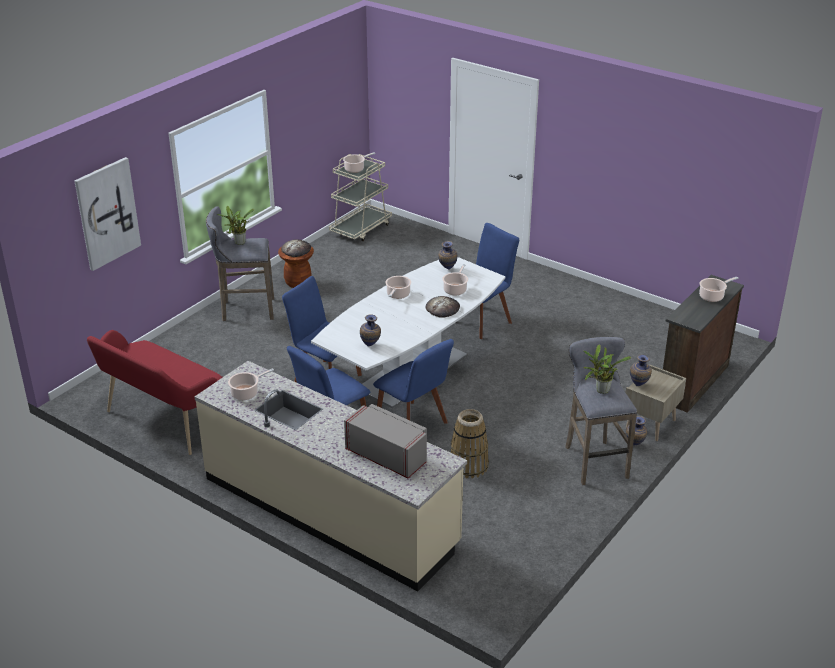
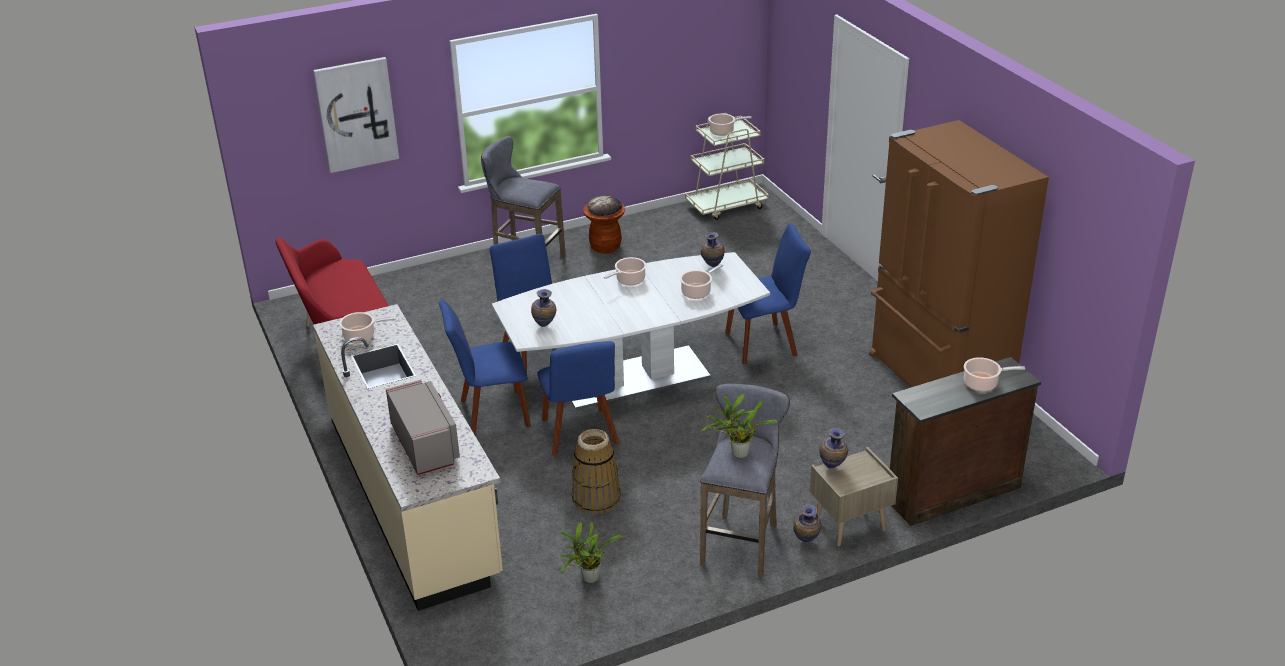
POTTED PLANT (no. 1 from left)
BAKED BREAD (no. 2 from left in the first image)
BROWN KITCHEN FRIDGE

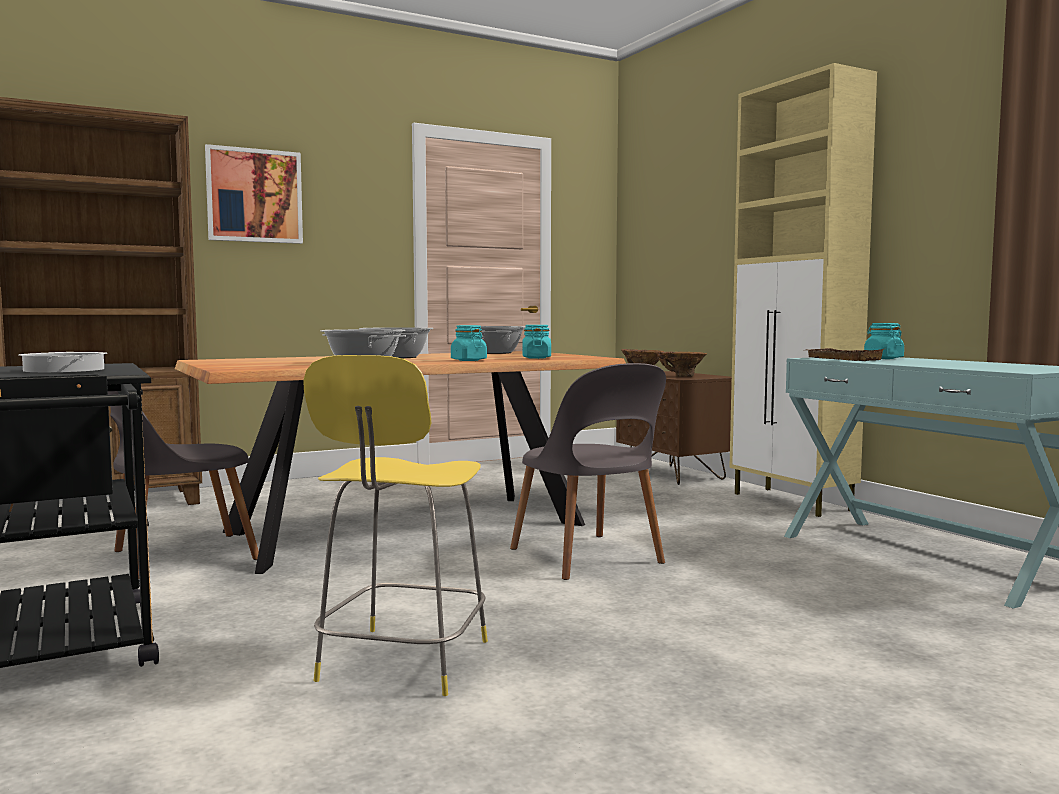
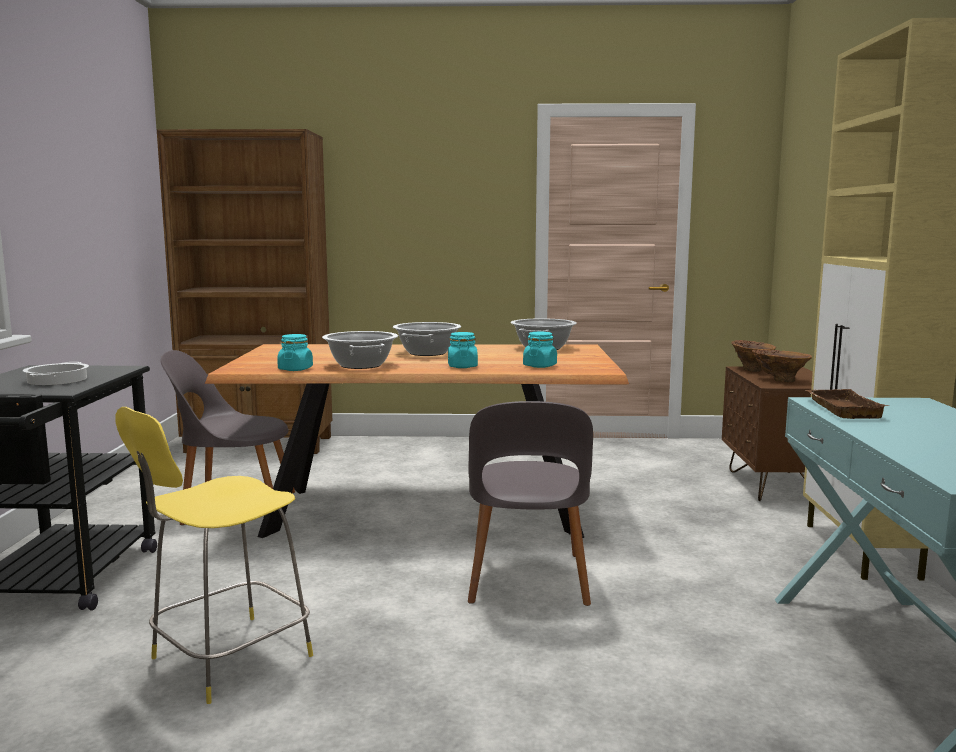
WALL ART
TURQUOISE-COLOURED PRESERVE JAR (no. 1 from left)

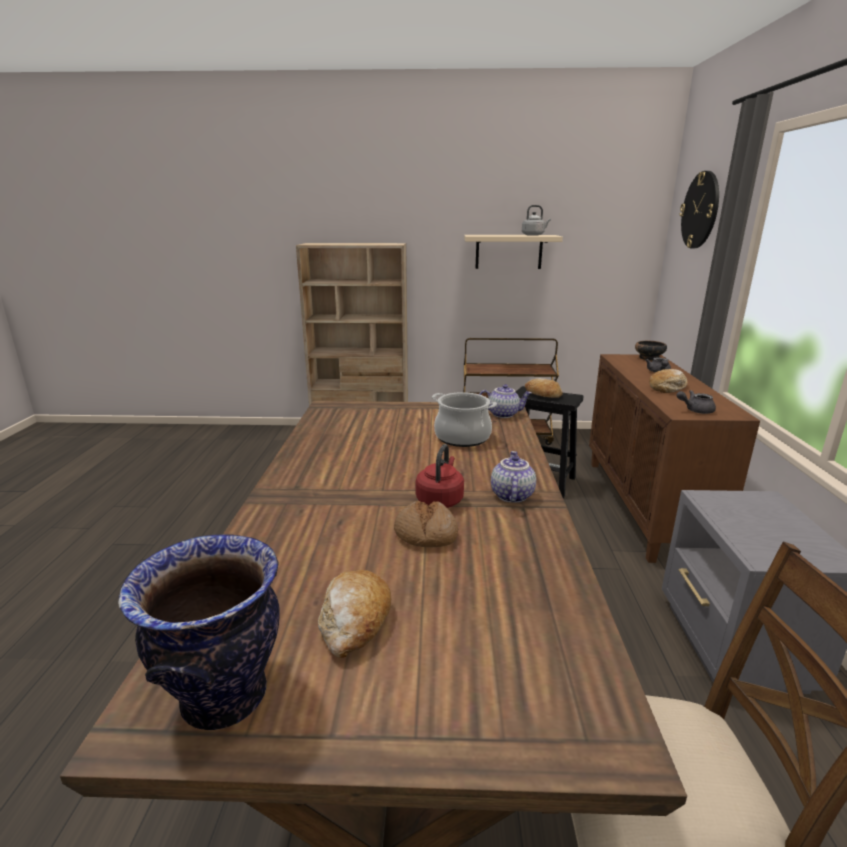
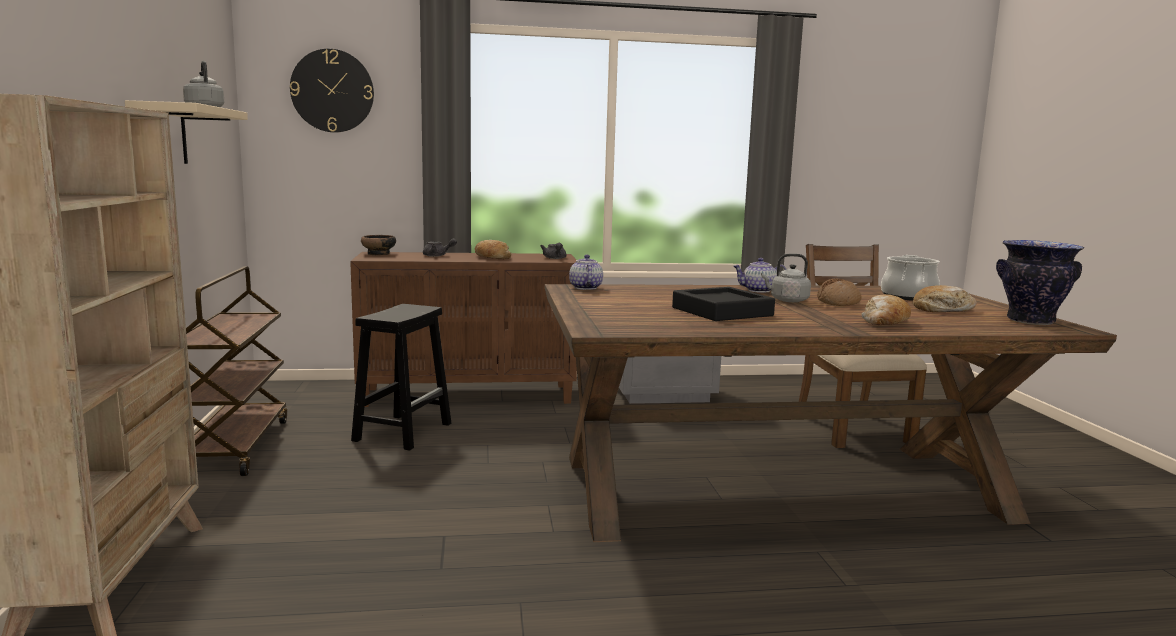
BAKED BREAD (no. 3 from left)
SAUCEPOT
GRAY KETTLE (no. 2 from left)
BLACKISH SERVING TRAY

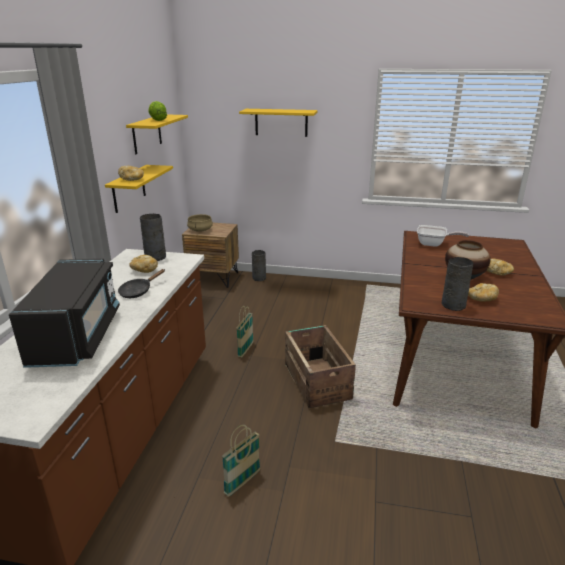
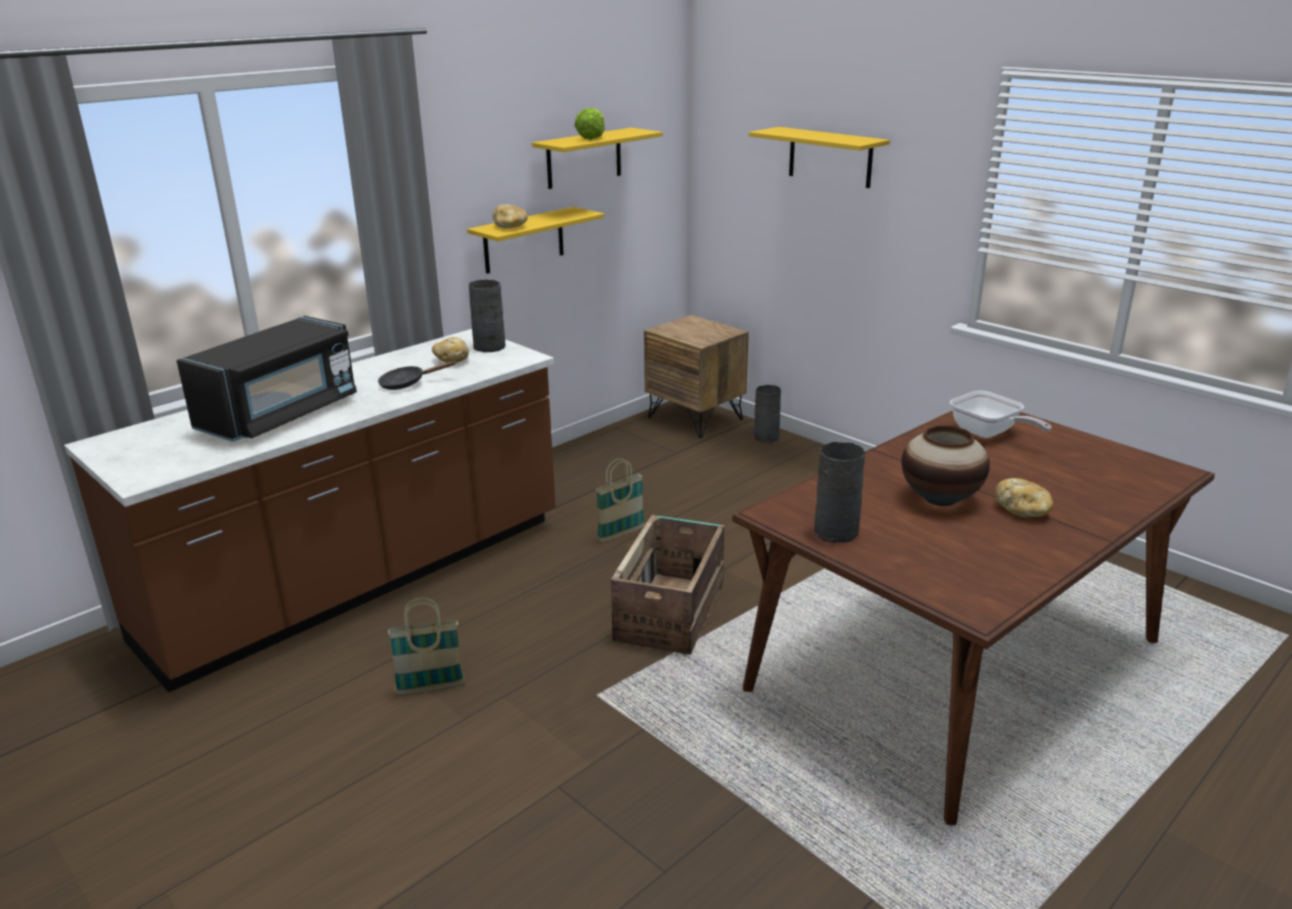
BEIGE SAUCEPOT
BAKED BREAD (no. 3 from left in the first image)

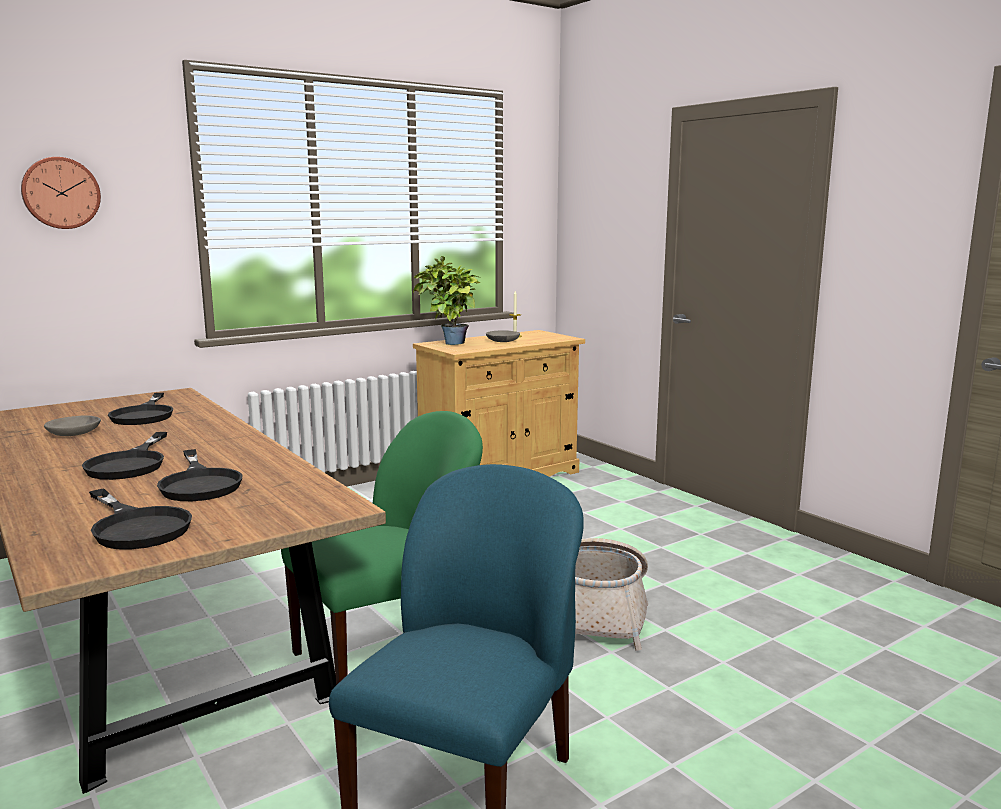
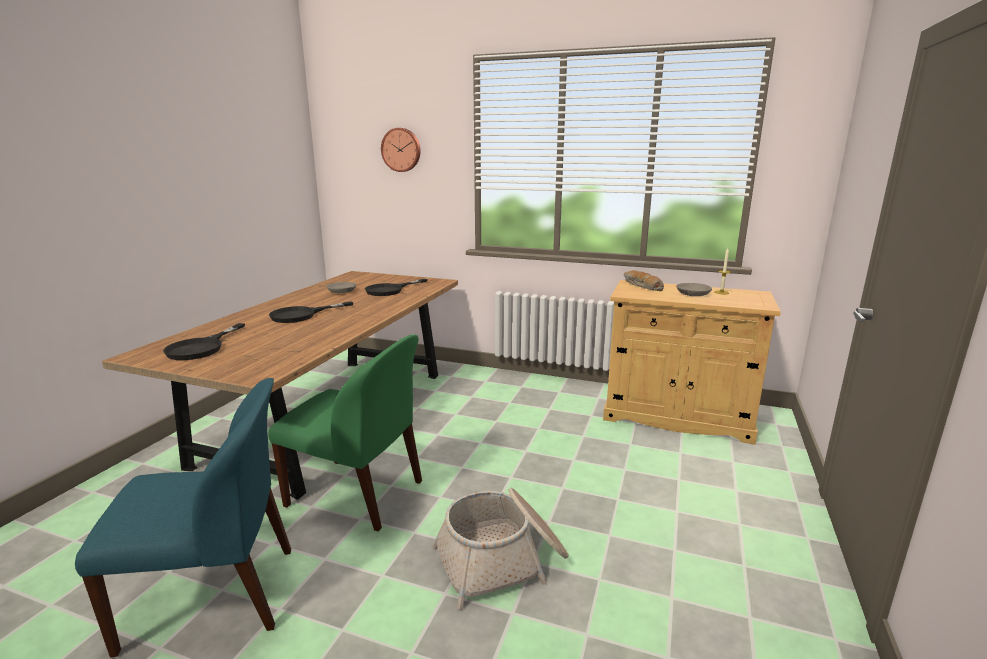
BAKED BREAD
BLACKISH FRYING PAN (no. 4 from left in the first image)

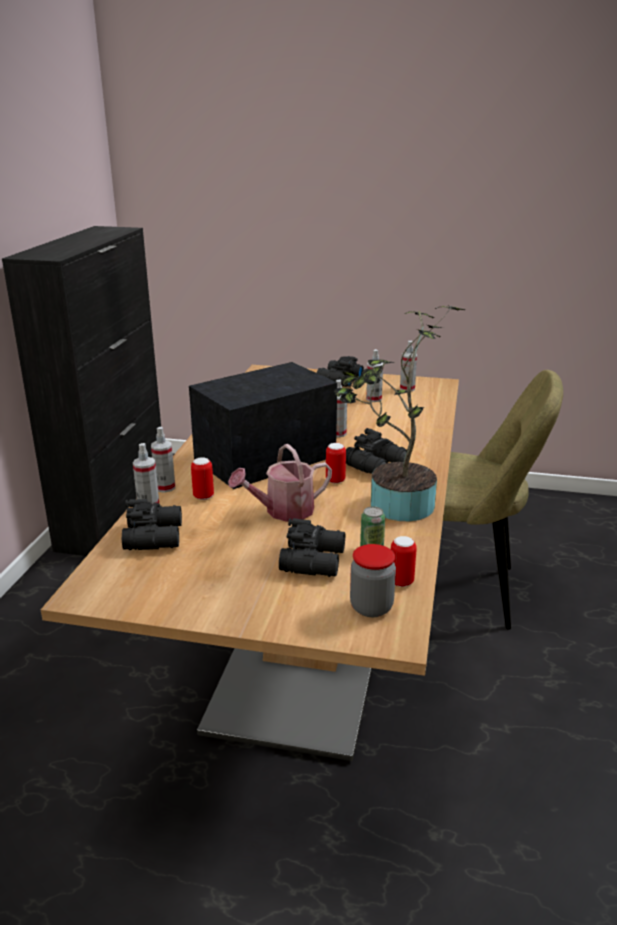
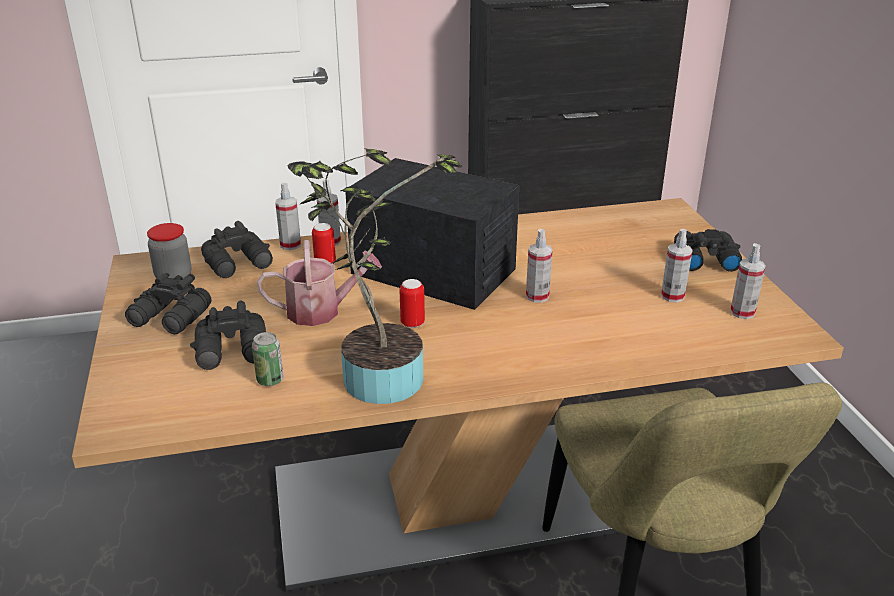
BLACKISH BINOCULARS (no. 1 from left)
SPRINKLING CAN
SEALED CAN (no. 4 from left in the first image)
PRESERVE JAR

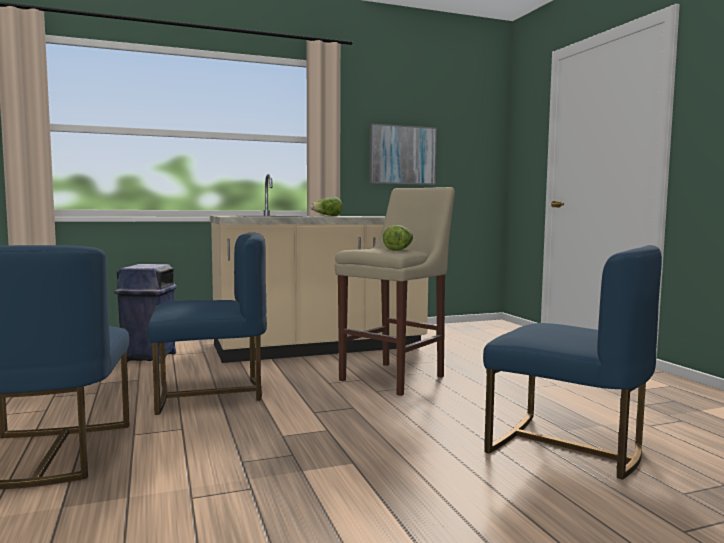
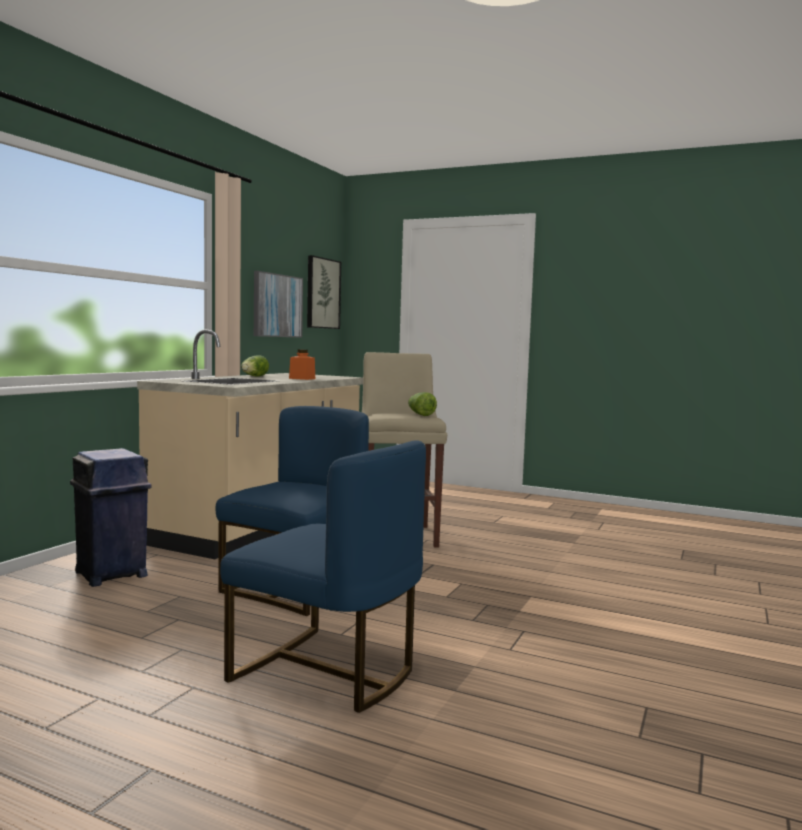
BLUE PLAIN CHAIR (no. 3 from left in the first image)
WALL ART (no. 2 from left)
ORANGEY PRESERVE JAR

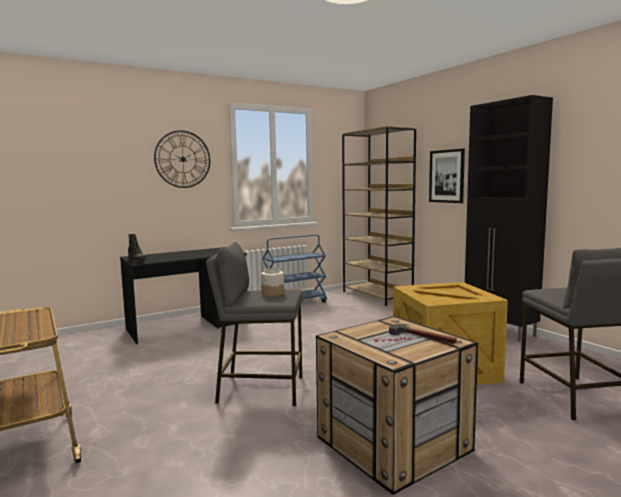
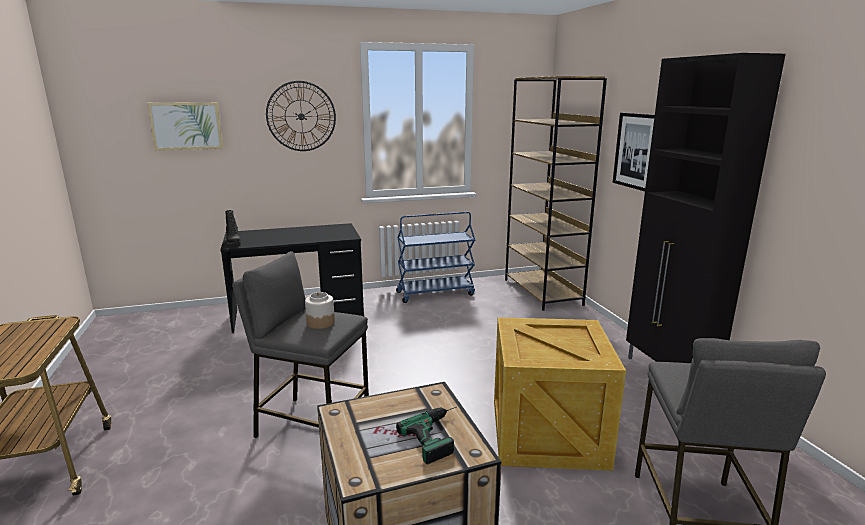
POWER DRILL
WALL ART (no. 1 from left)

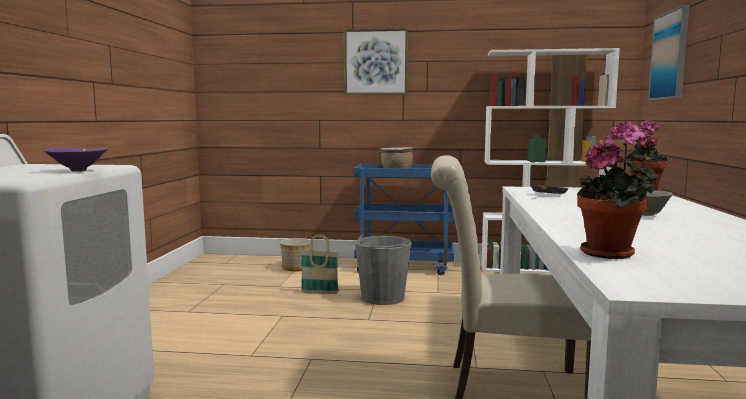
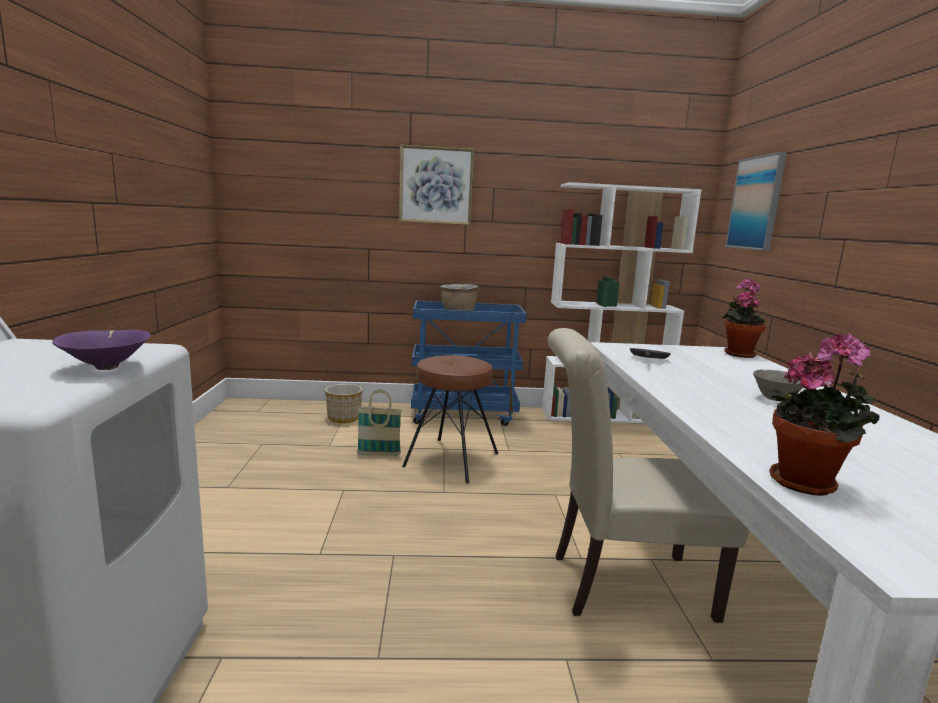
BROWN STOOL SEAT

